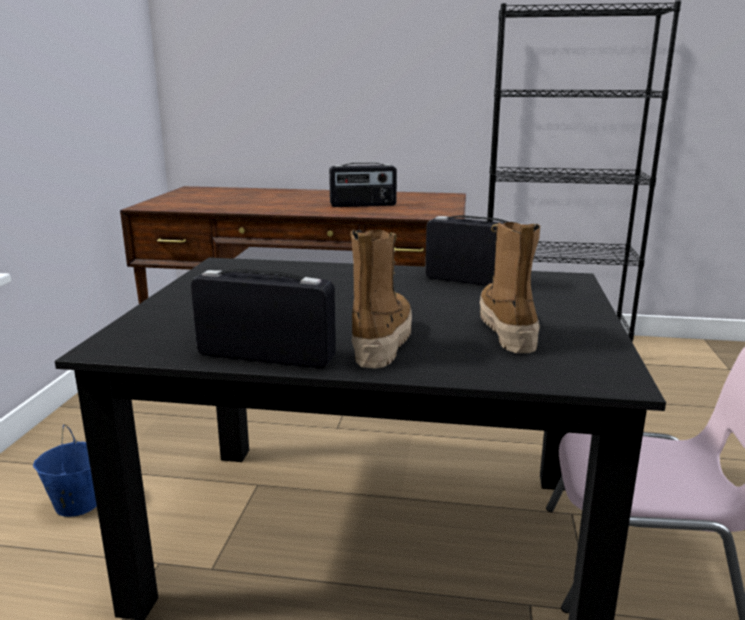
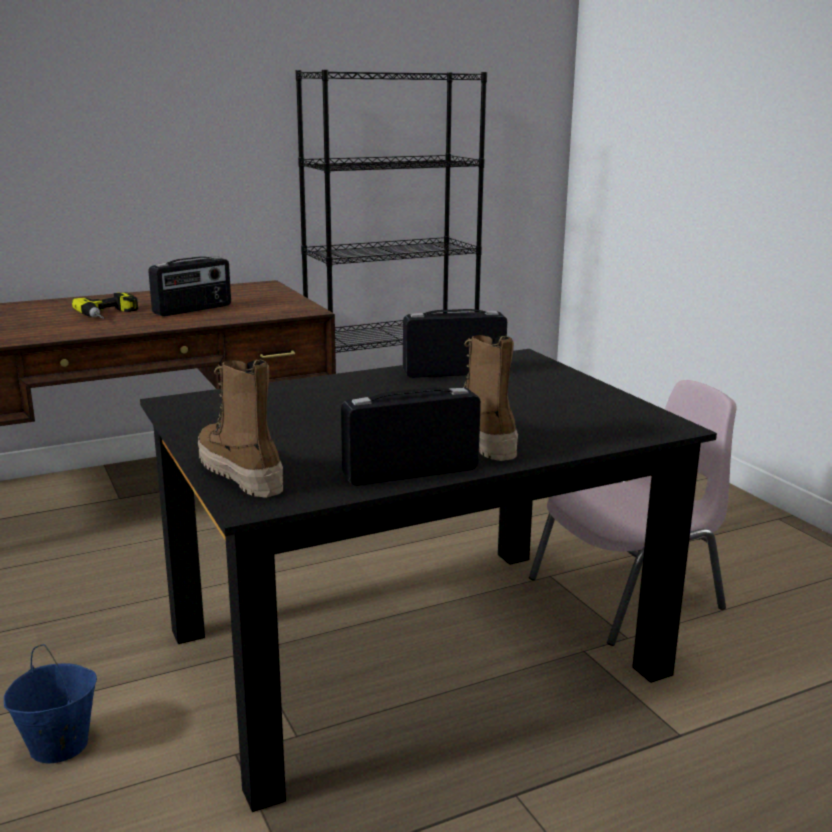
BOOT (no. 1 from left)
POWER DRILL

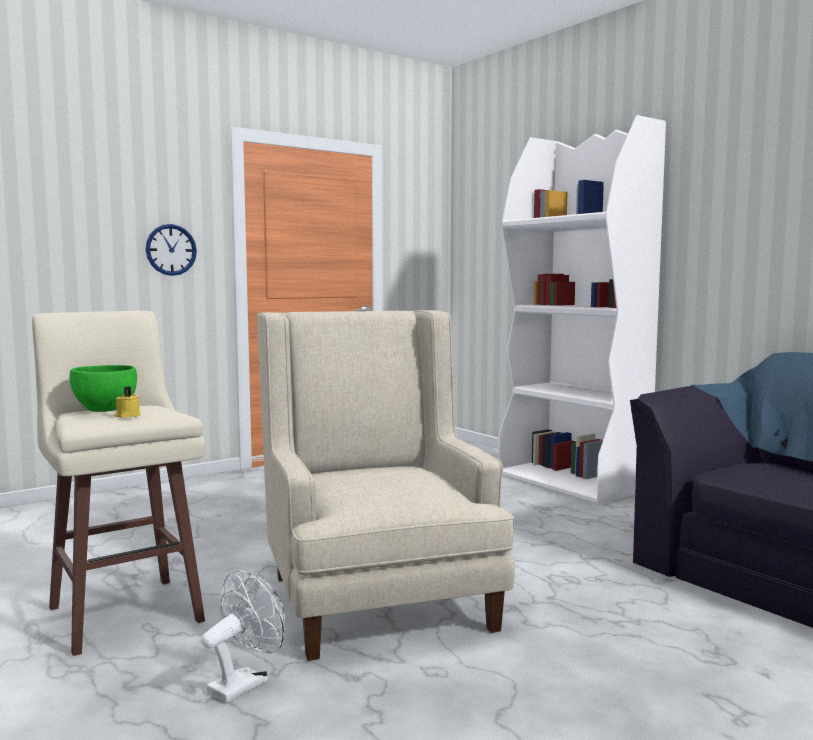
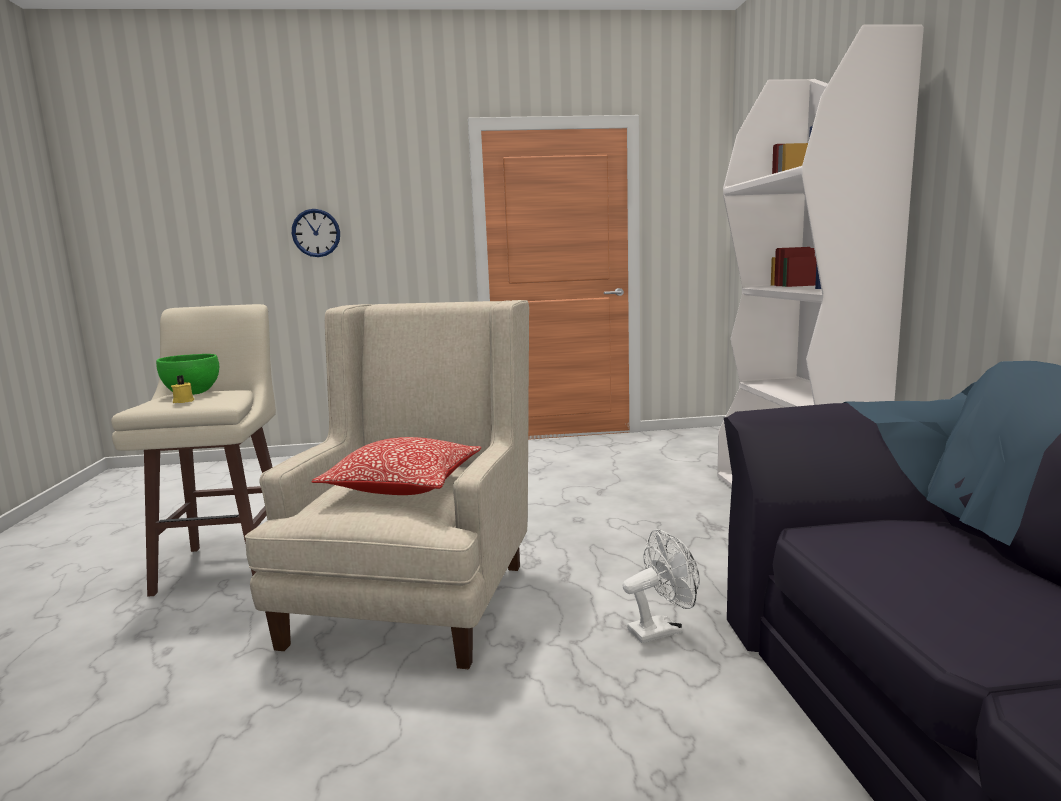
HANGING CLOCK
WHITE FAN
CUSHION

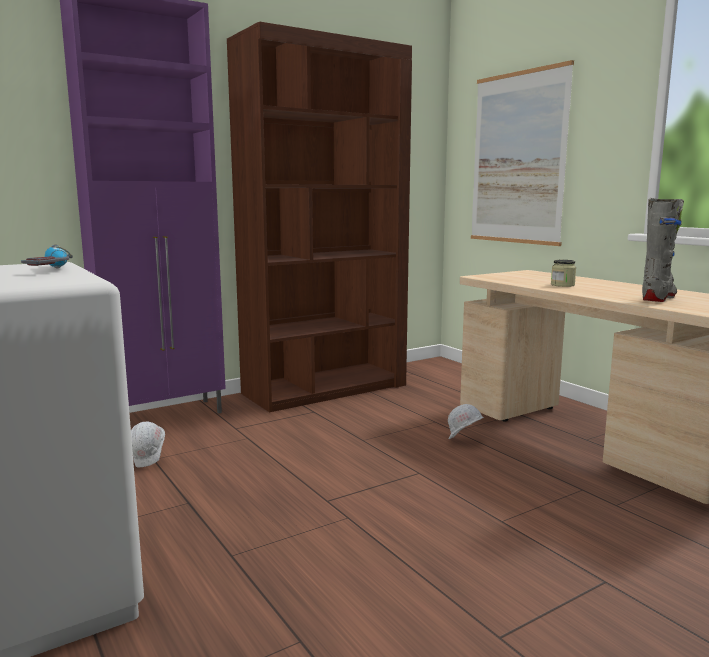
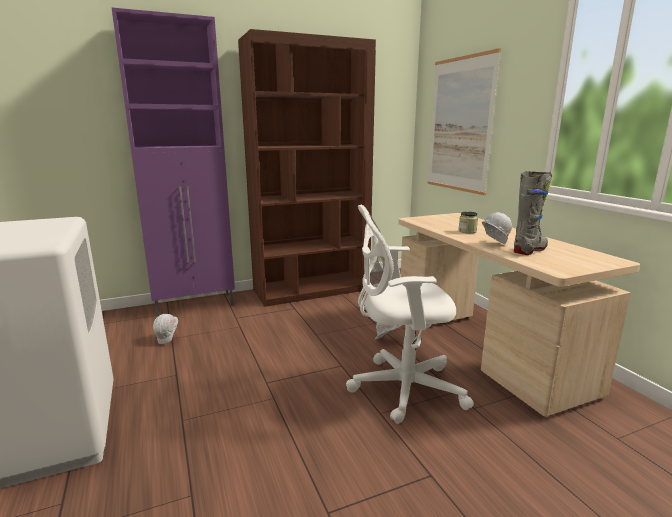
POWER DRILL
WHITE DESK CHAIR
WHITE WORK HELMET (no. 3 from left)

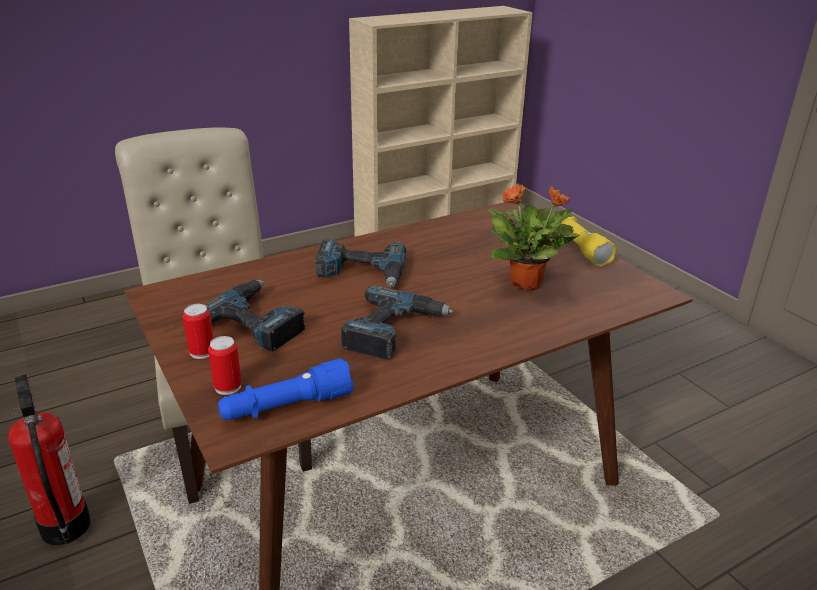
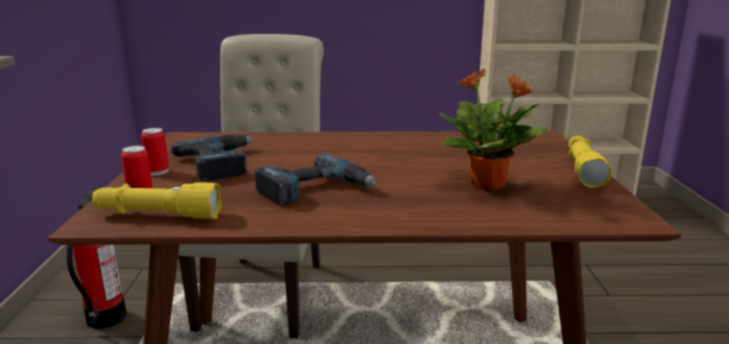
POWER DRILL (no. 2 from left in the first image)
YELLOWISH FLASHLIGHT (no. 1 from left)

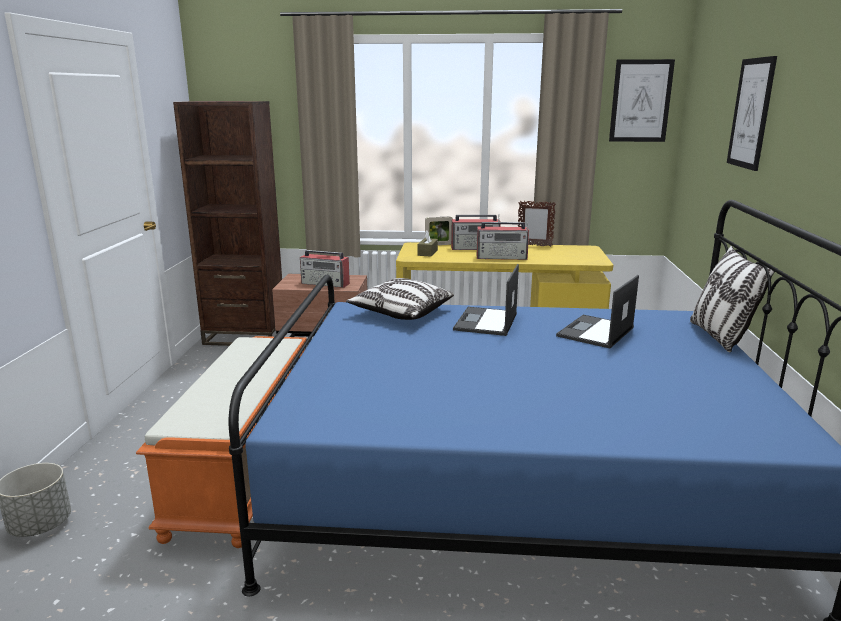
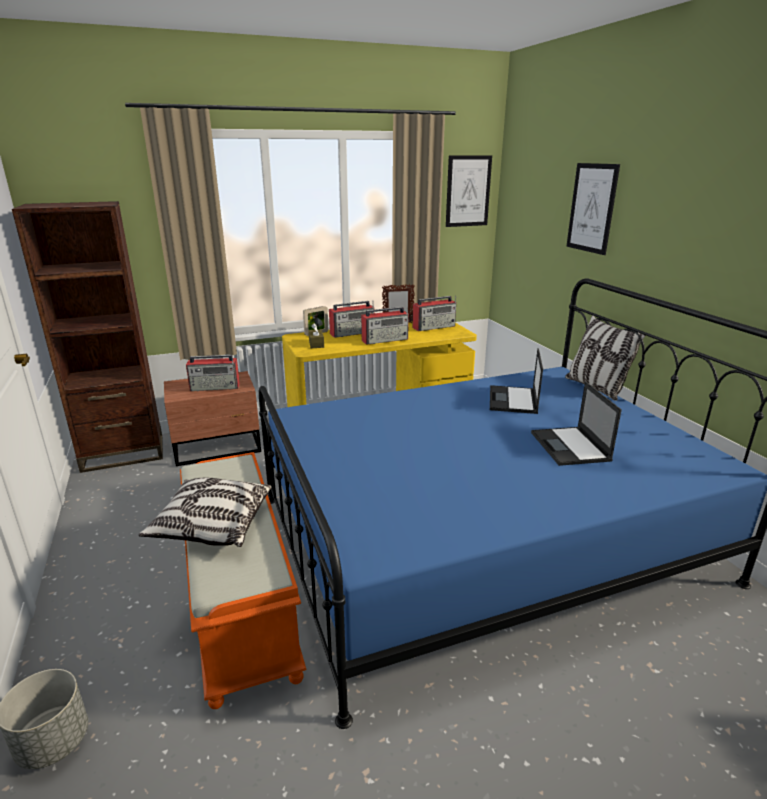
LAPTOP (no. 2 from left)
CUSHION (no. 1 from left)
RADIO RECEIVER (no. 4 from left)

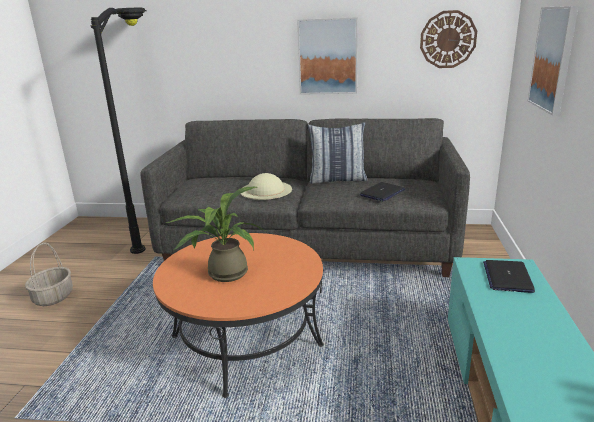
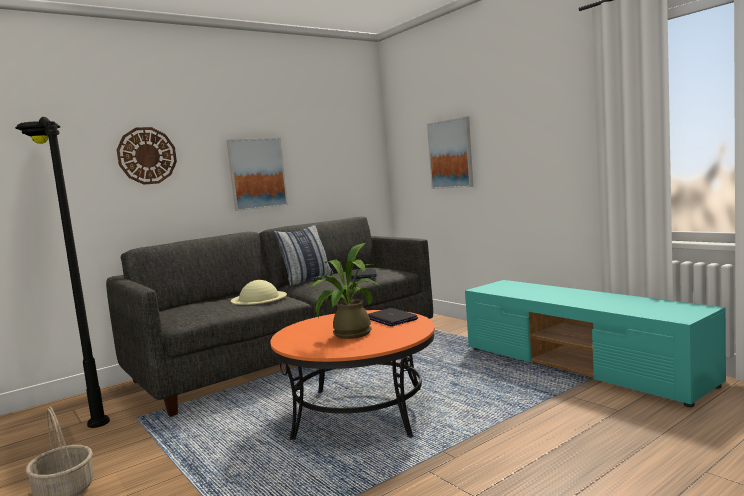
HANGING CLOCK
LAPTOP (no. 2 from left)

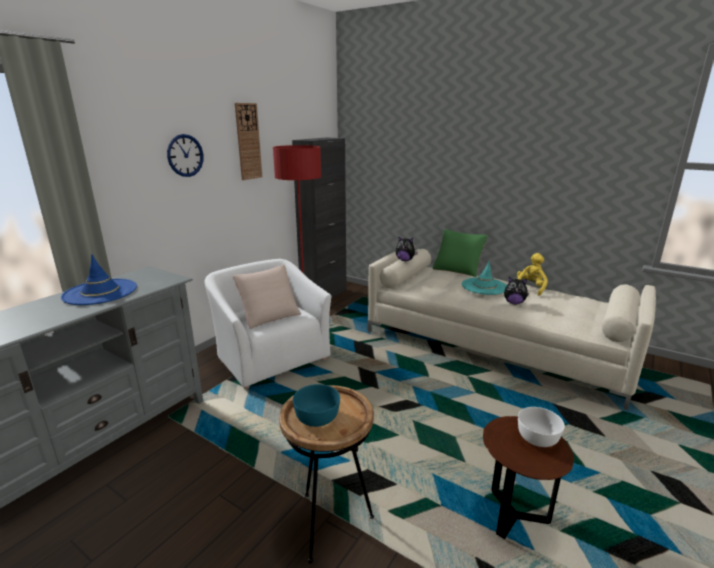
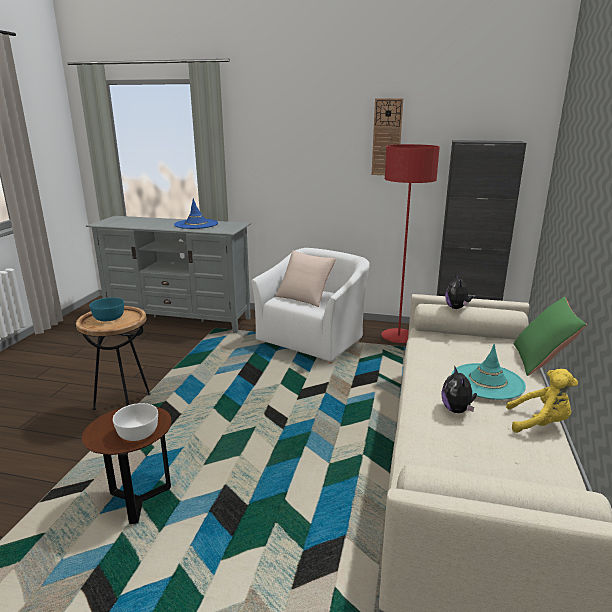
HANGING CLOCK (no. 1 from left in the first image)

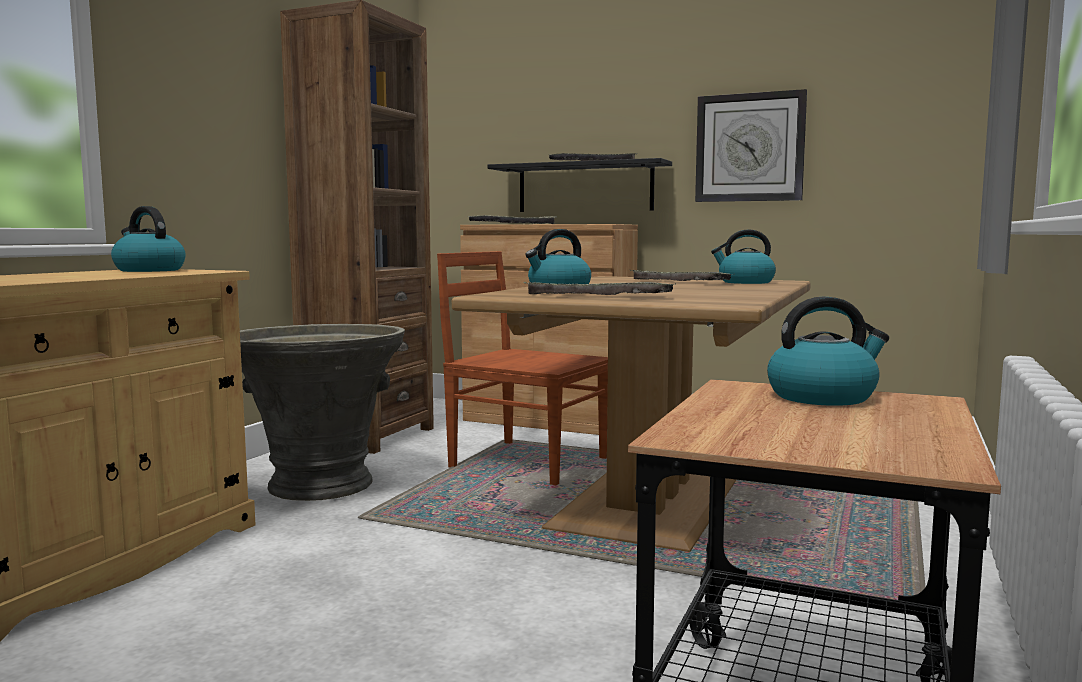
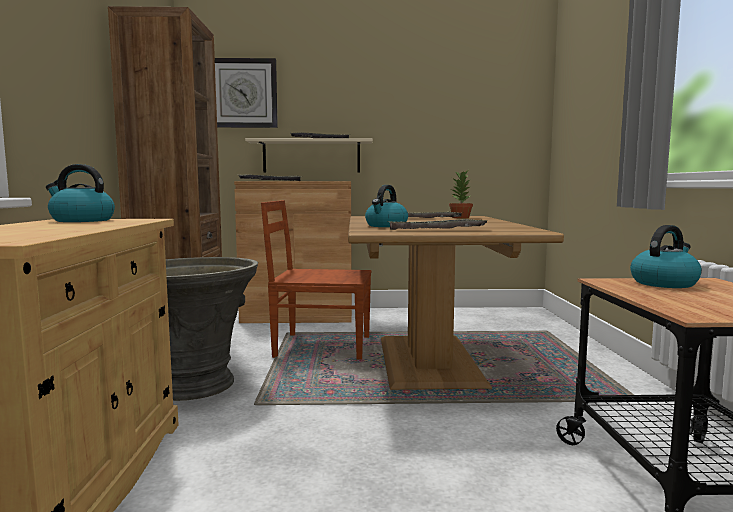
HANGING CLOCK
BEIGE WALL SHELF
POTTED PLANT

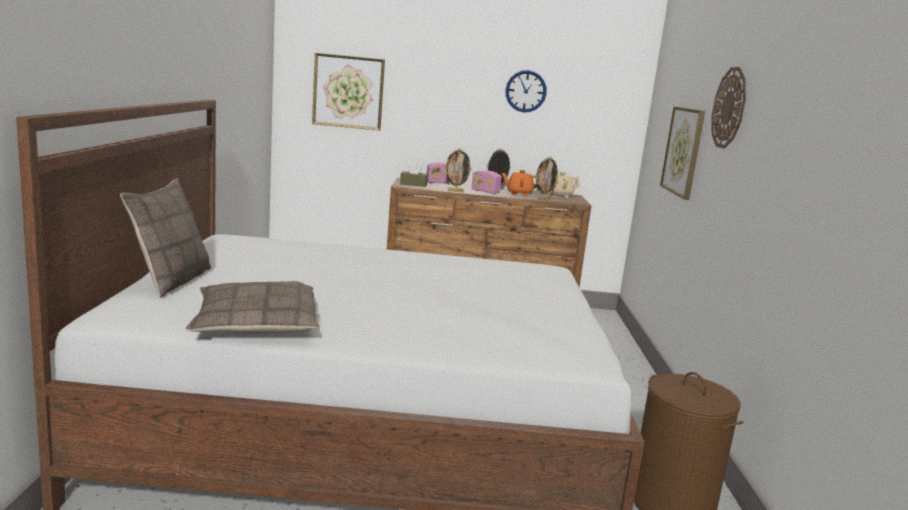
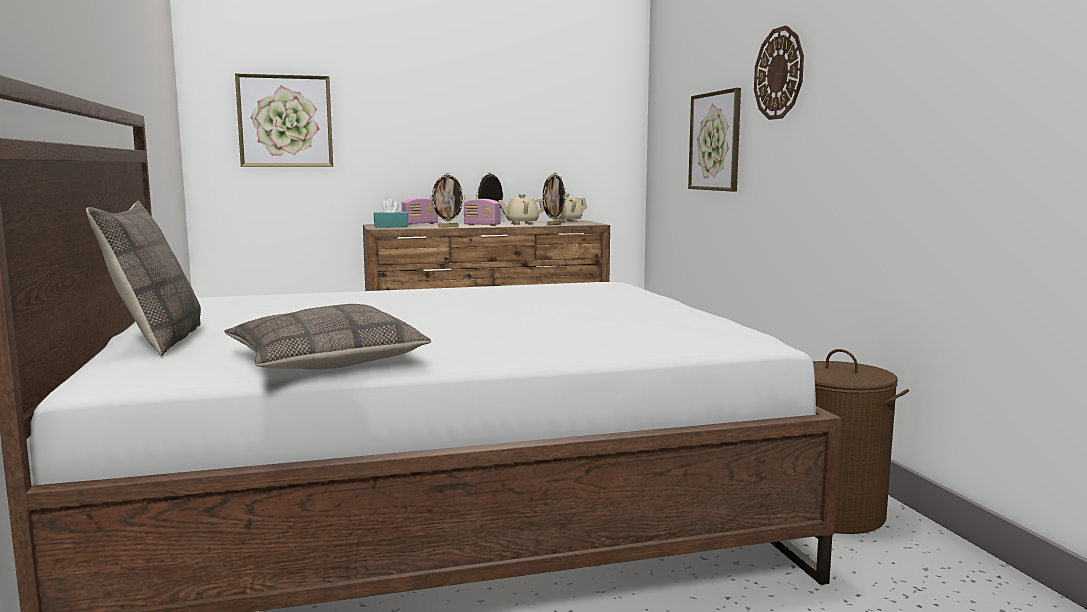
HANGING CLOCK (no. 1 from left in the first image)
TURQUOISE-COLOURED BOX OF TISSUES
BEIGE POT FOR TEA (no. 1 from left)

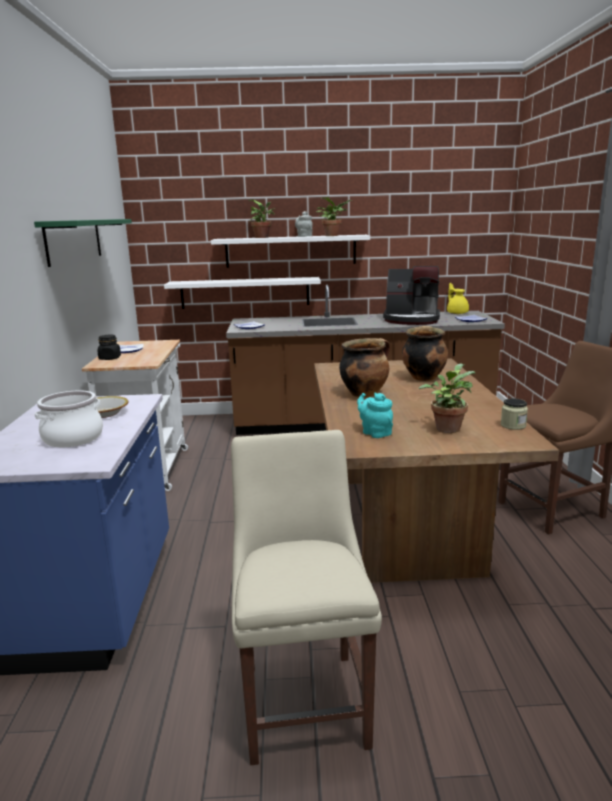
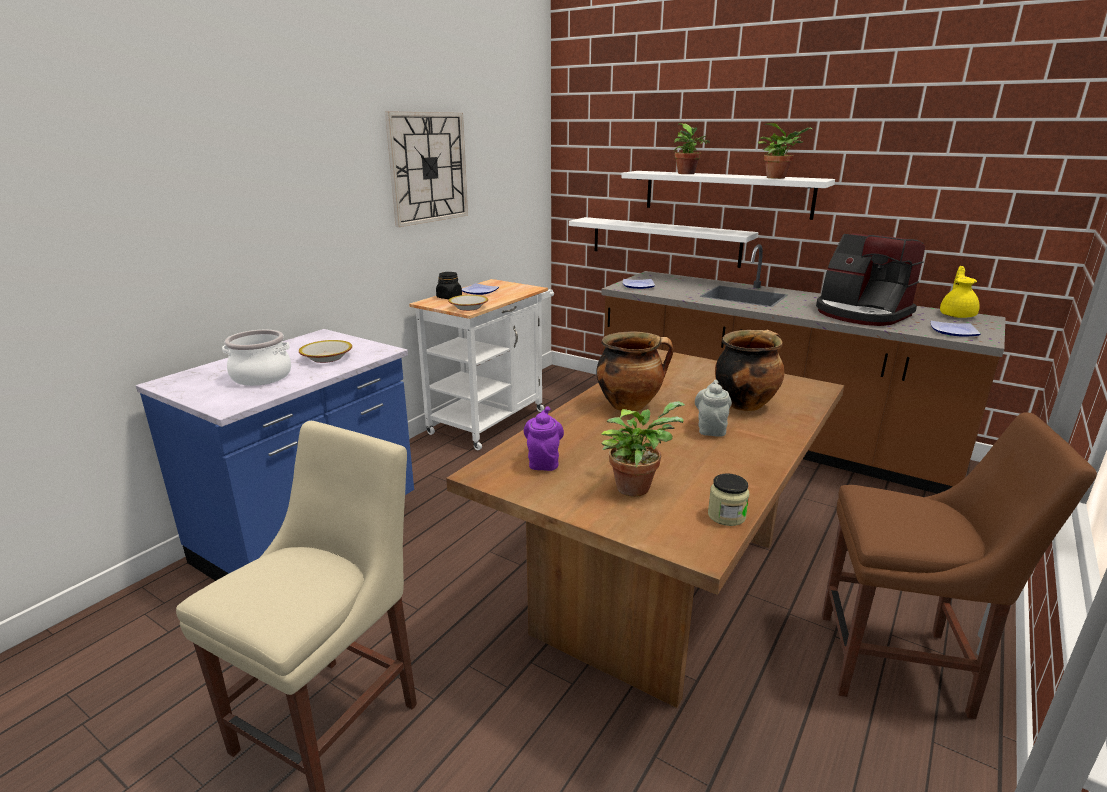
GRAY POT FOR TEA
HANGING CLOCK
PURPLE-COLOURED POT FOR TEA
DEEP DISH (no. 2 from left)

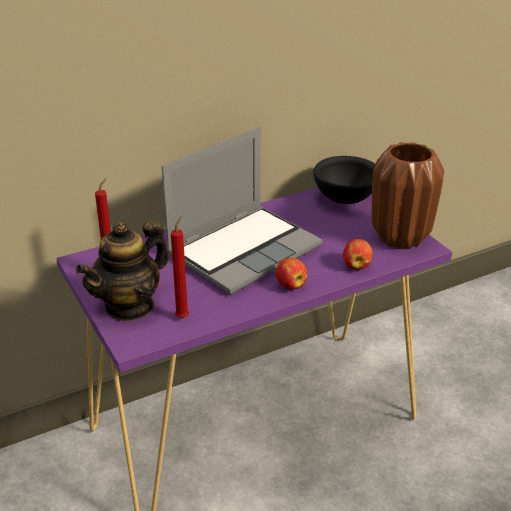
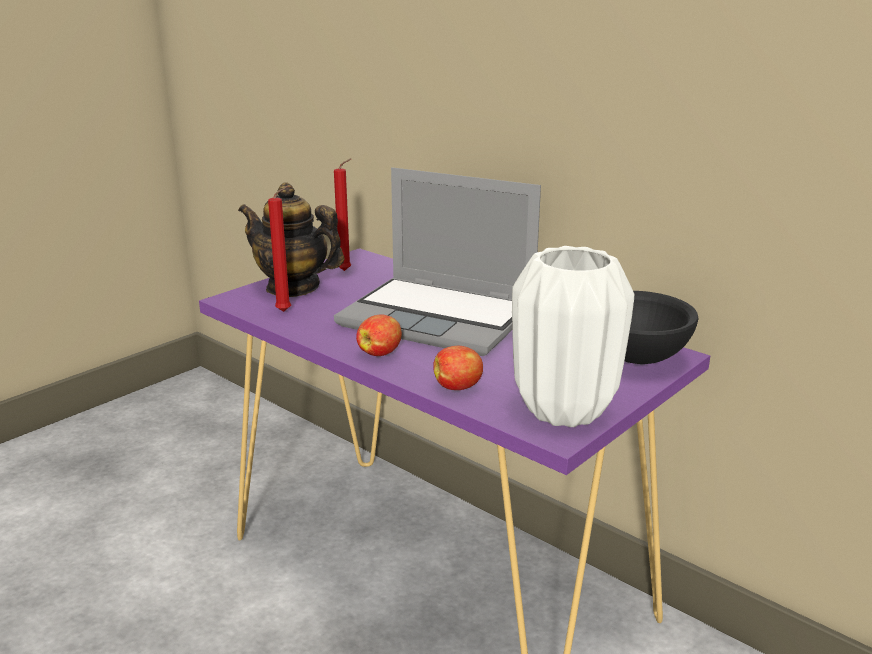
WHITE VASE

